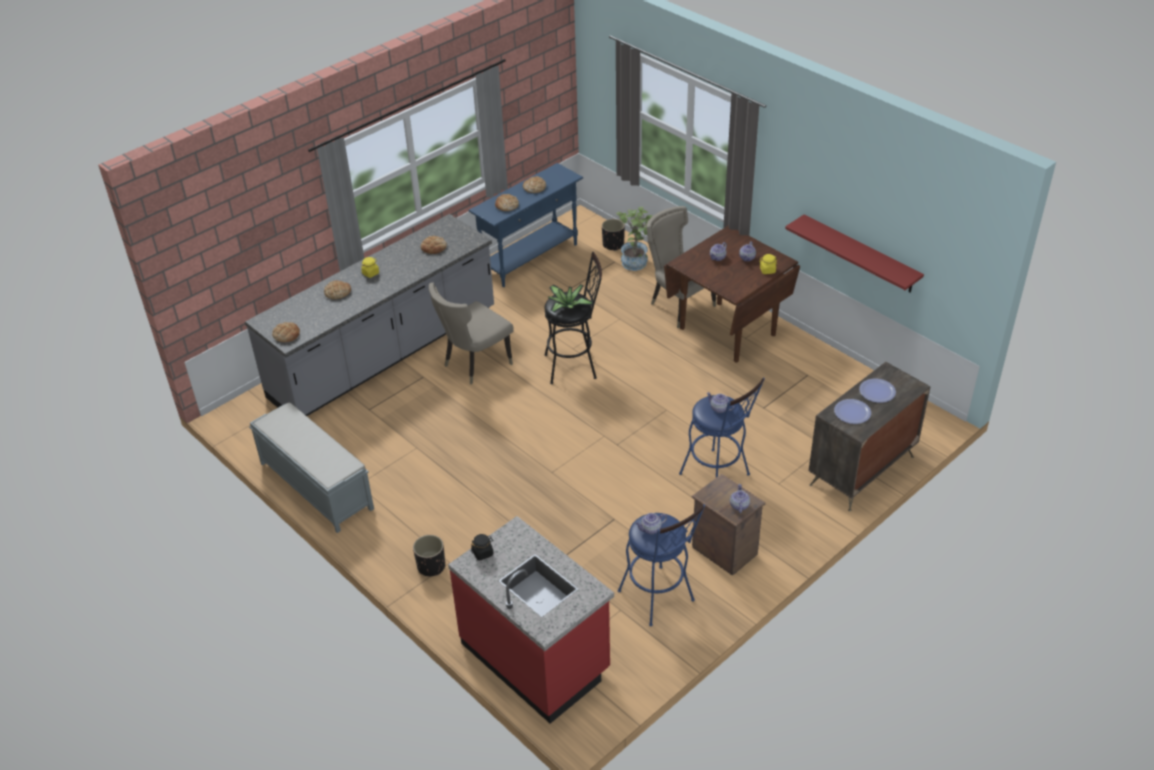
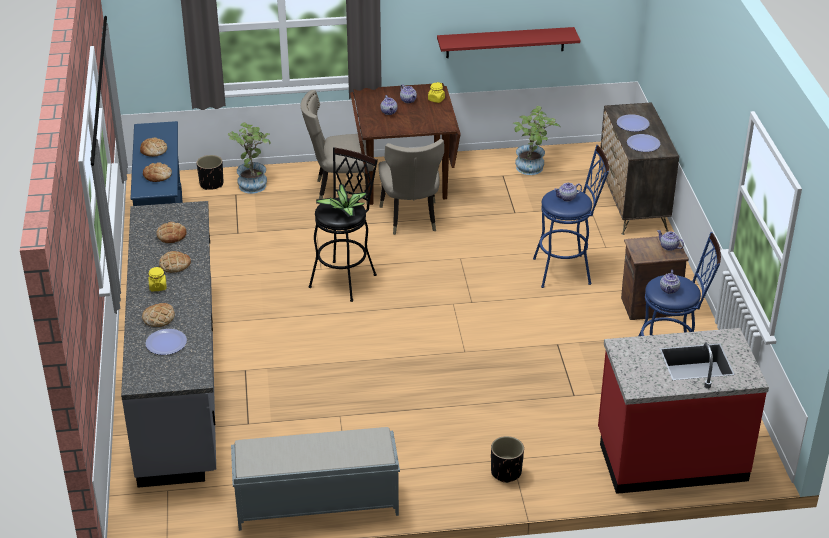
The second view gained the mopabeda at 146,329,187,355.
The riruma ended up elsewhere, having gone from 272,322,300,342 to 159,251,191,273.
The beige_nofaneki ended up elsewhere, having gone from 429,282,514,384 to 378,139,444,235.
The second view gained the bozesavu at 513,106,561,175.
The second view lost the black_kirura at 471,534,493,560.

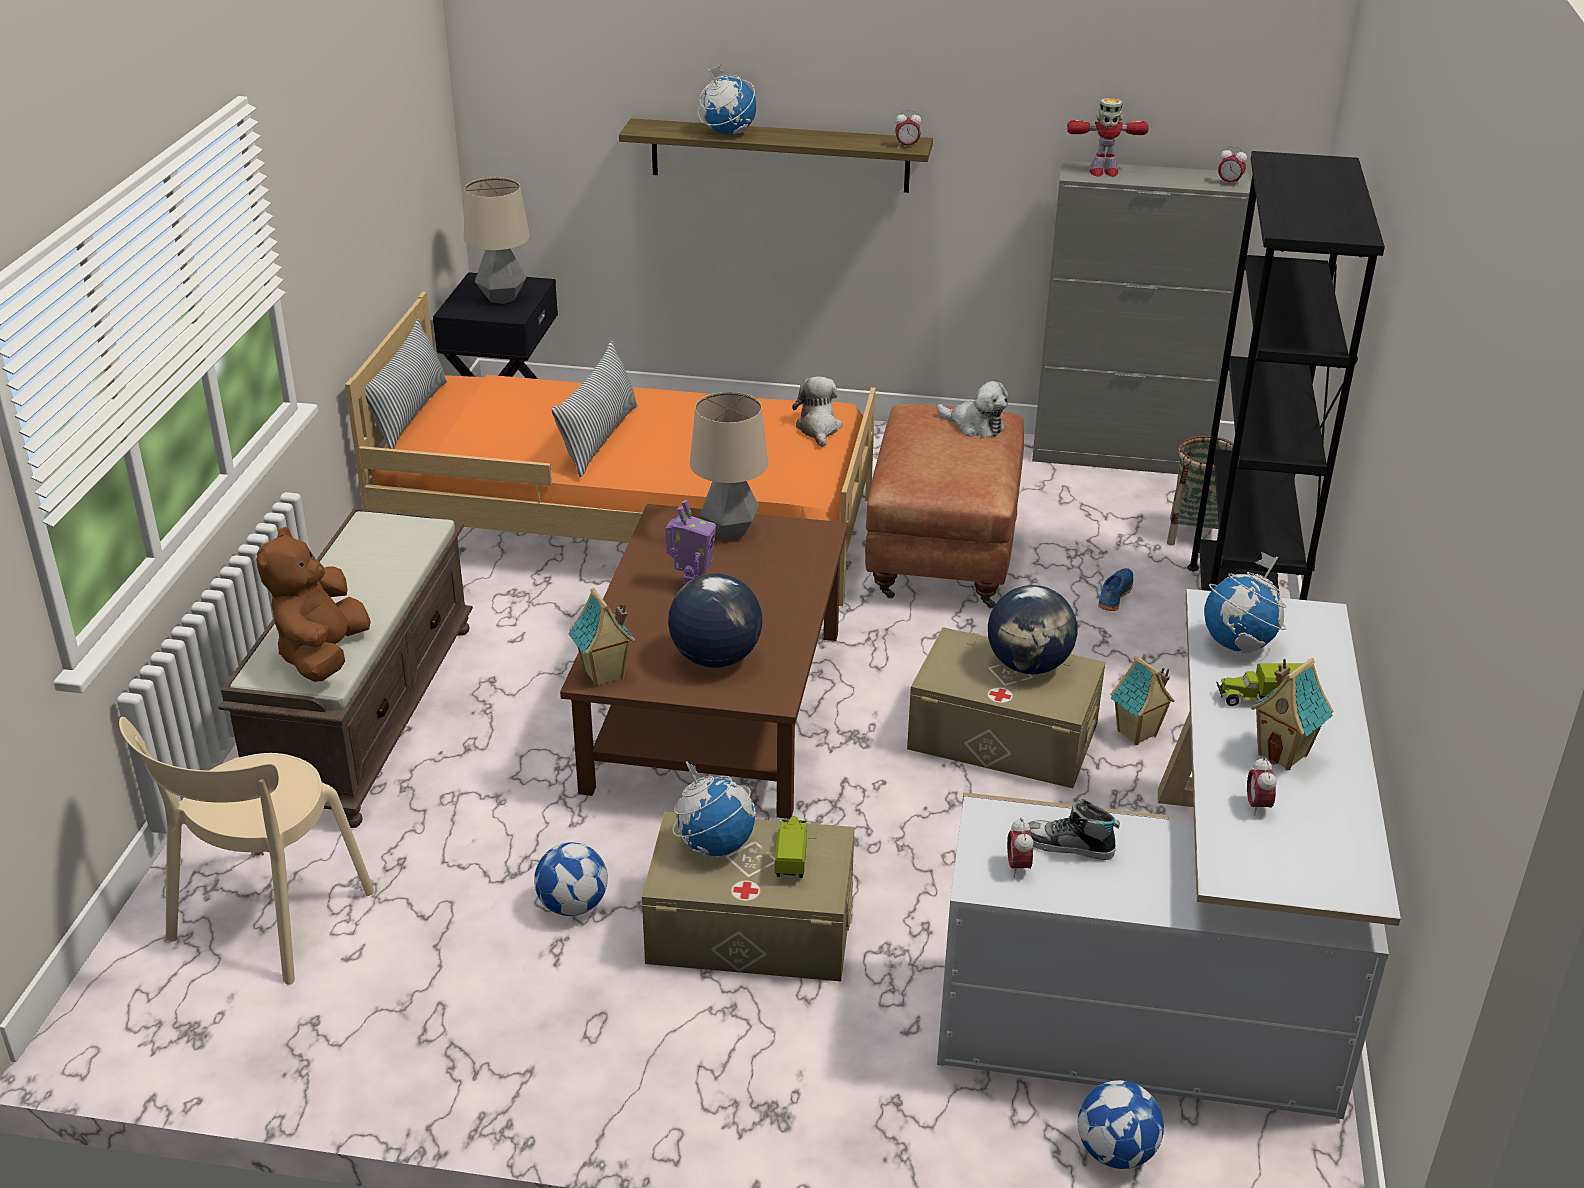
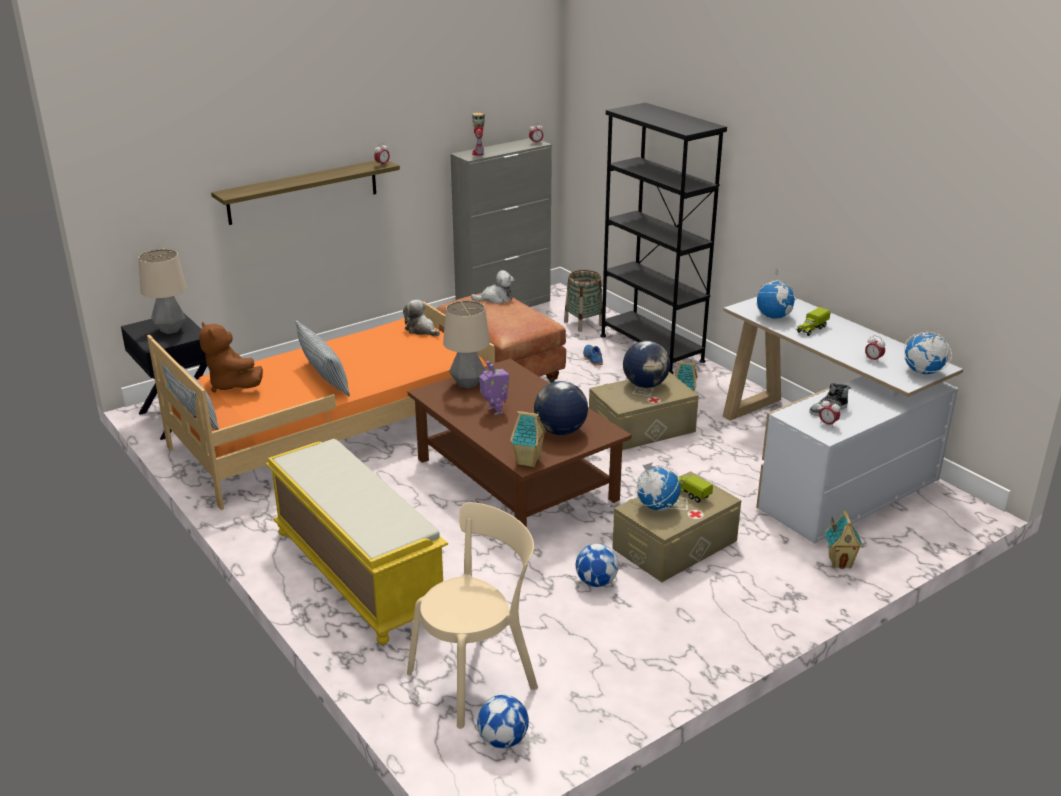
The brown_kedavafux ended up elsewhere, having gone from 256,527,371,682 to 199,321,263,392.
What was the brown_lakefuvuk at 218,507,473,828 turned into the yellow_lakefuvuk at 266,439,448,645.
The beige_nofaneki at 119,717,375,985 ended up facing another way, 105 degrees counterclockwise from before.
The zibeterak at 1067,98,1149,177 ended up facing another way, 135 degrees clockwise from before.
The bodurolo ended up elsewhere, having gone from 1078,1080,1164,1169 to 477,695,529,748.
The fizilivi ended up elsewhere, having gone from 1251,658,1333,770 to 825,510,864,569.
The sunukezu ended up elsewhere, having gone from 698,65,756,135 to 904,332,952,374.

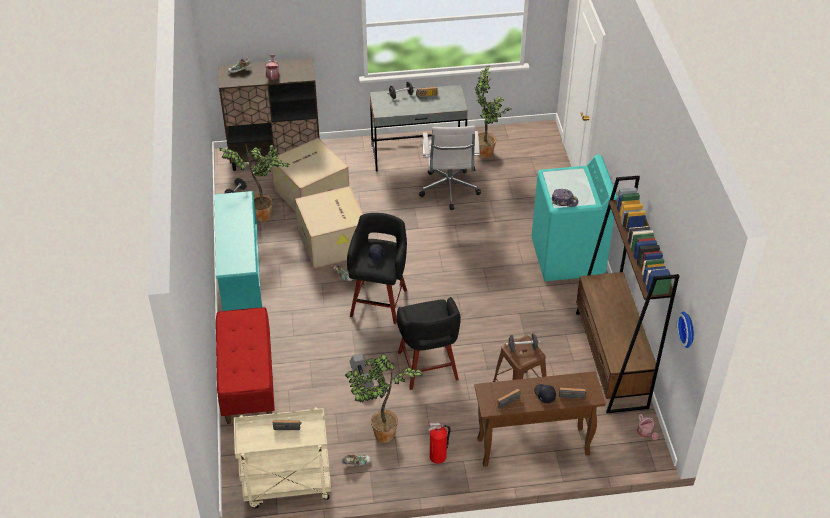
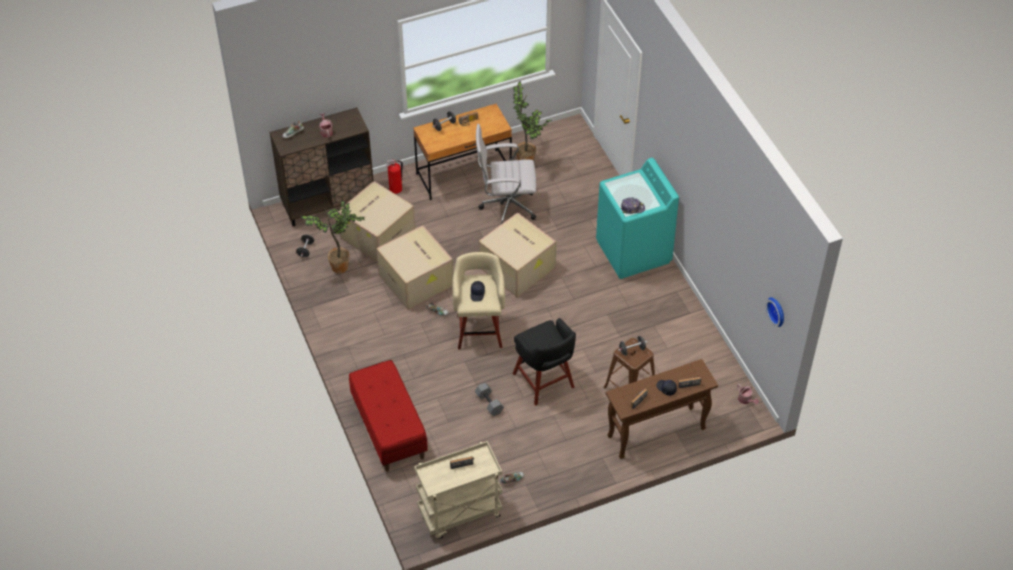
The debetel ended up elsewhere, having gone from 428,422,451,464 to 386,159,403,194.
What was the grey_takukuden at 370,85,468,172 turned into the brown_takukuden at 413,104,512,200.
What was the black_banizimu at 347,213,407,324 turned into the beige_banizimu at 452,252,505,349.
The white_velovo at 419,126,481,210 ended up facing another way, 105 degrees clockwise from before.
The second view gained the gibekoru at 479,212,556,297.
The second view lost the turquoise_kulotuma at 214,191,262,311.
The second view lost the bozesavu at 345,353,423,443.
The second view lost the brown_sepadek at 576,176,679,413.

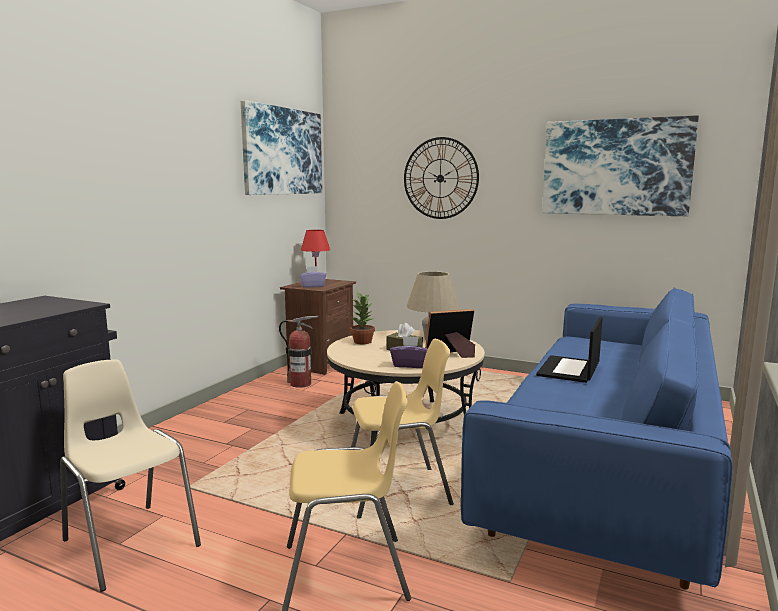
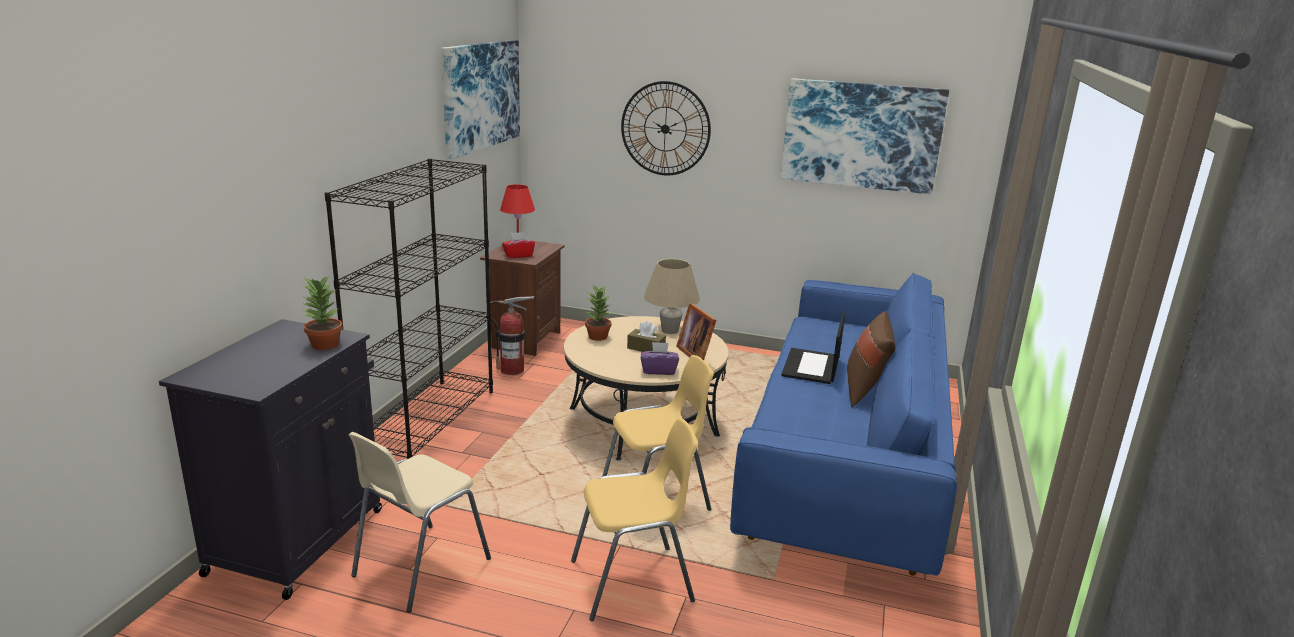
The second view gained the bozesavu at 302,276,343,350.
The second view gained the black_sepadek at 324,158,493,459.
The beige_nofaneki at 60,359,201,592 ended up facing another way, 90 degrees counterclockwise from before.
What was the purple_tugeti at 299,266,326,288 turned into the red_tugeti at 502,232,535,258.
The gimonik at 425,309,475,358 ended up facing another way, 90 degrees counterclockwise from before.
The second view gained the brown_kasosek at 847,311,895,407.

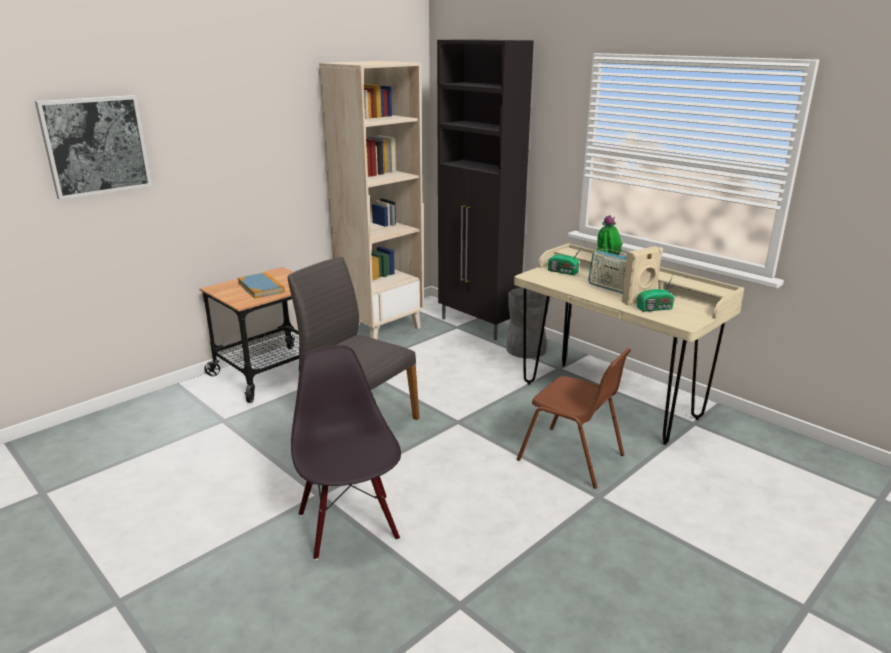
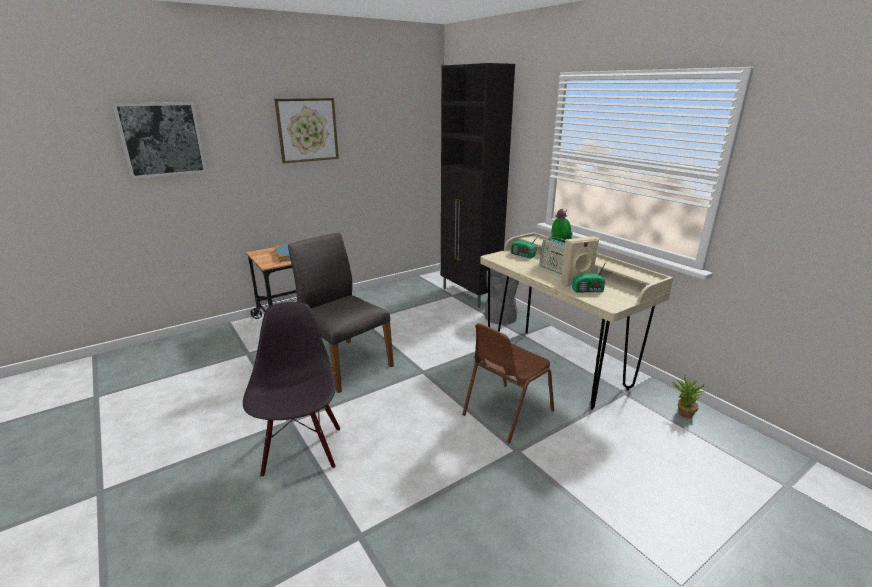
The second view gained the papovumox at 274,98,339,163.
The brown_nofaneki at 517,348,631,489 ended up facing another way, 90 degrees clockwise from before.
The second view gained the bozesavu at 673,375,706,418.
The second view lost the beige_sepadek at 319,61,424,339.

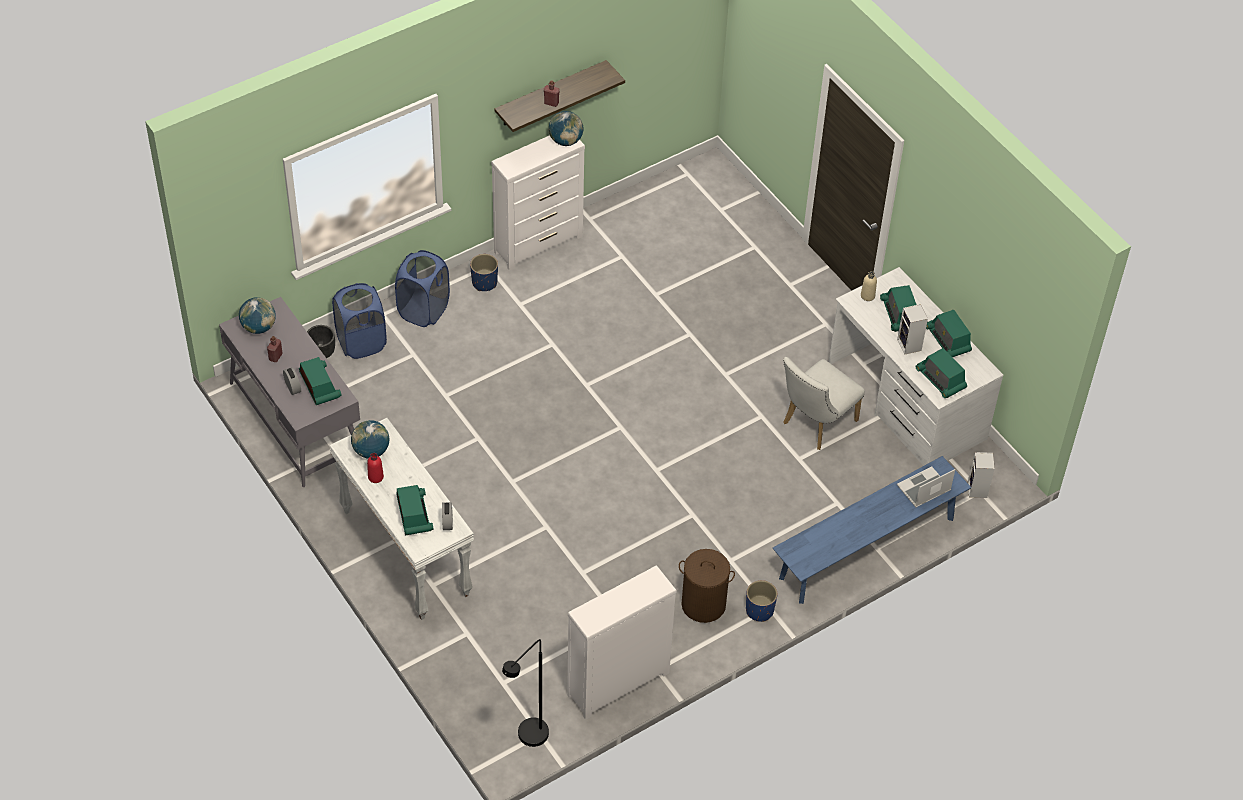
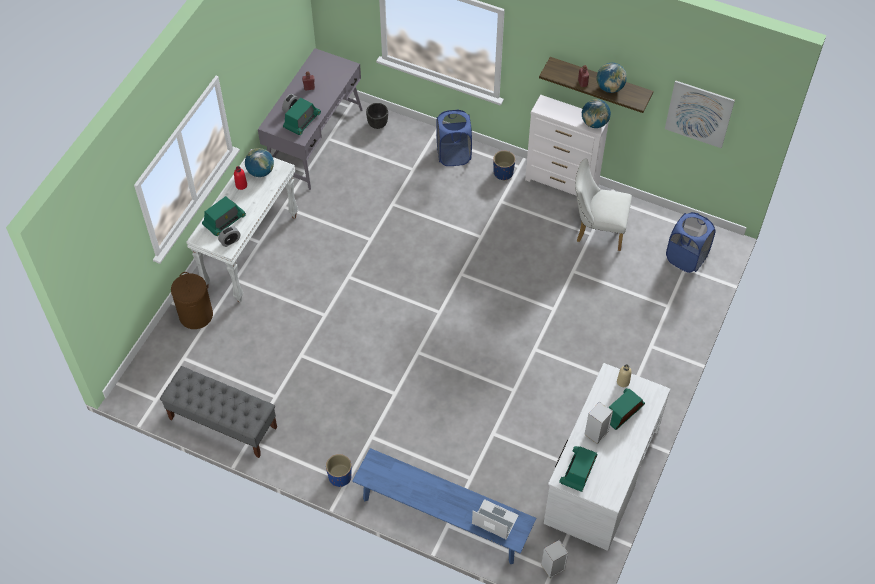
Where the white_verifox stood at 567,565,677,720, the grey_lakefuvuk came to stand at 160,366,277,458.
The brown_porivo ended up elsewhere, having gone from 679,549,735,623 to 171,272,213,329.
The white_nofaneki ended up elsewhere, having gone from 783,357,865,450 to 575,158,632,251.
The sunukezu ended up elsewhere, having gone from 239,297,276,334 to 596,63,627,93.
The second view gained the papovumox at 665,80,735,148.
The blue_porivo ended up elsewhere, having gone from 332,283,387,359 to 666,212,716,273.
The second view lost the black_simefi at 502,639,549,747.
The second view lost the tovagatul at 926,310,972,357.

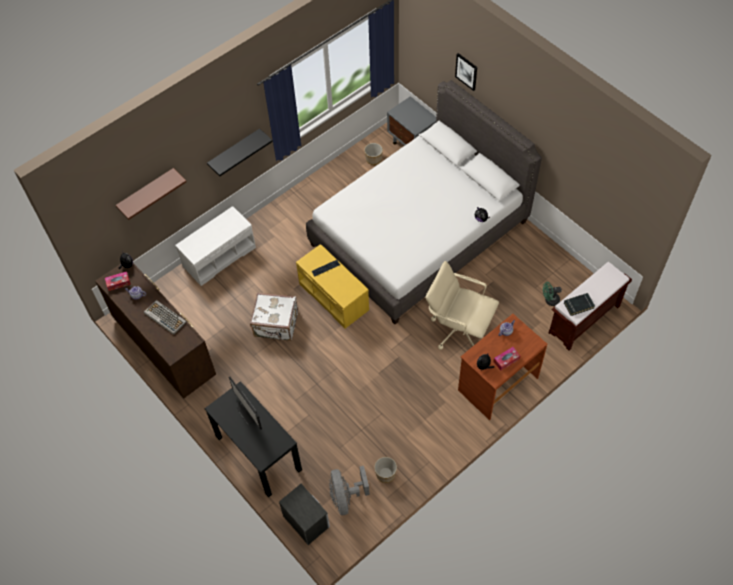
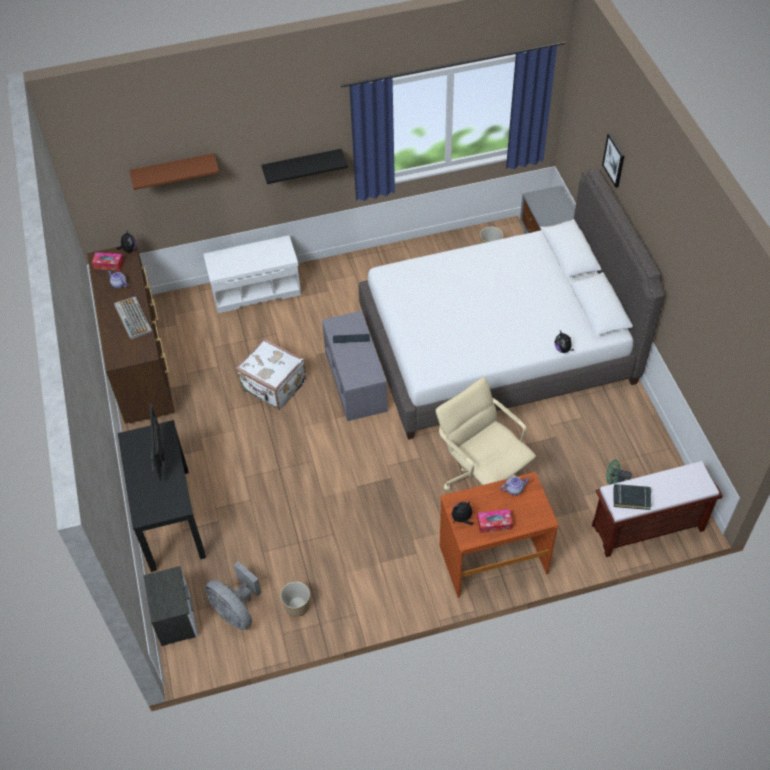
The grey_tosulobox at 329,466,370,515 ended up facing another way, 60 degrees counterclockwise from before.
What was the yellow_lakefuvuk at 296,244,369,329 turned into the grey_lakefuvuk at 322,311,388,421.

